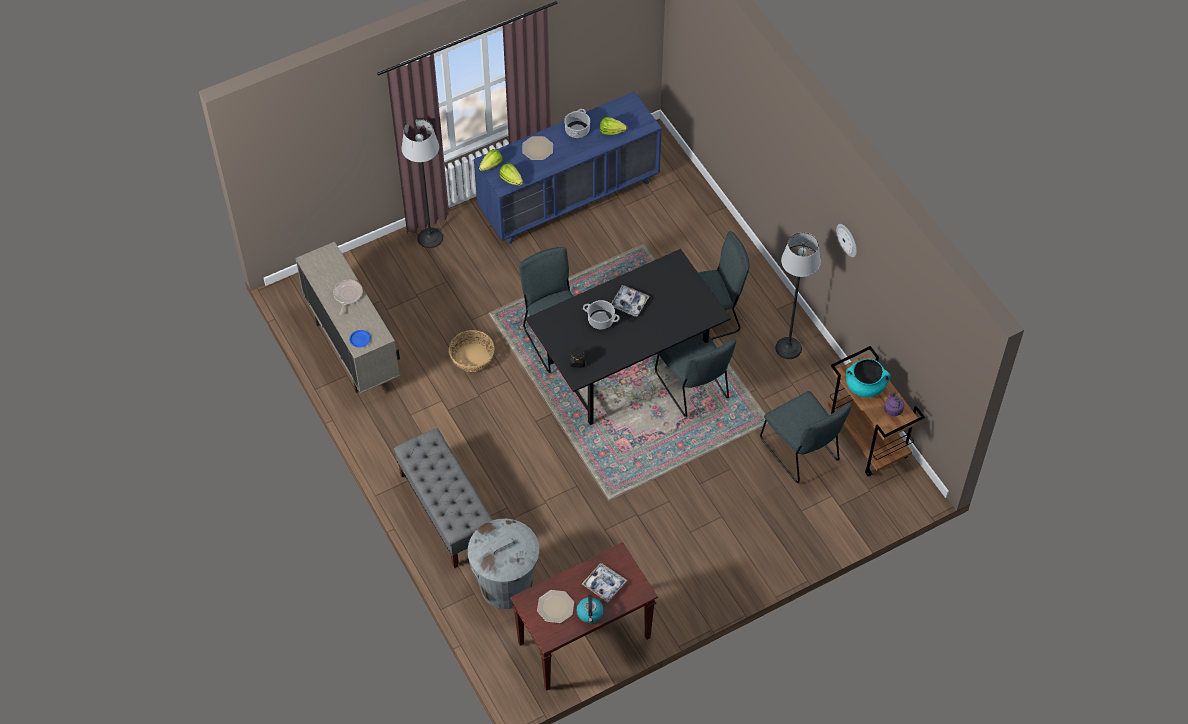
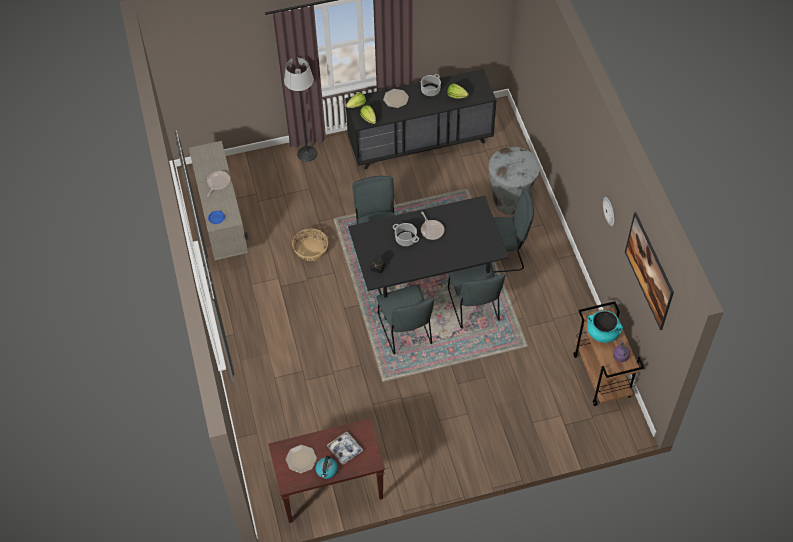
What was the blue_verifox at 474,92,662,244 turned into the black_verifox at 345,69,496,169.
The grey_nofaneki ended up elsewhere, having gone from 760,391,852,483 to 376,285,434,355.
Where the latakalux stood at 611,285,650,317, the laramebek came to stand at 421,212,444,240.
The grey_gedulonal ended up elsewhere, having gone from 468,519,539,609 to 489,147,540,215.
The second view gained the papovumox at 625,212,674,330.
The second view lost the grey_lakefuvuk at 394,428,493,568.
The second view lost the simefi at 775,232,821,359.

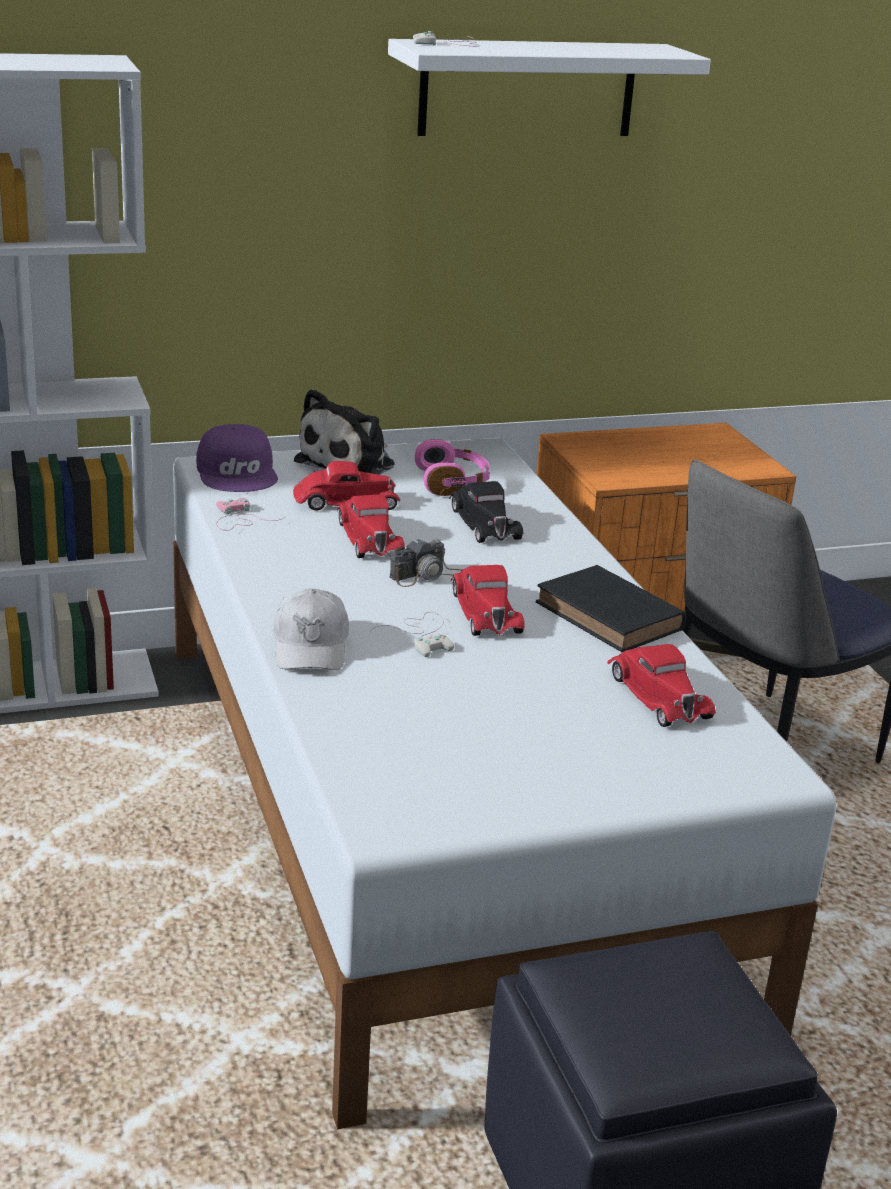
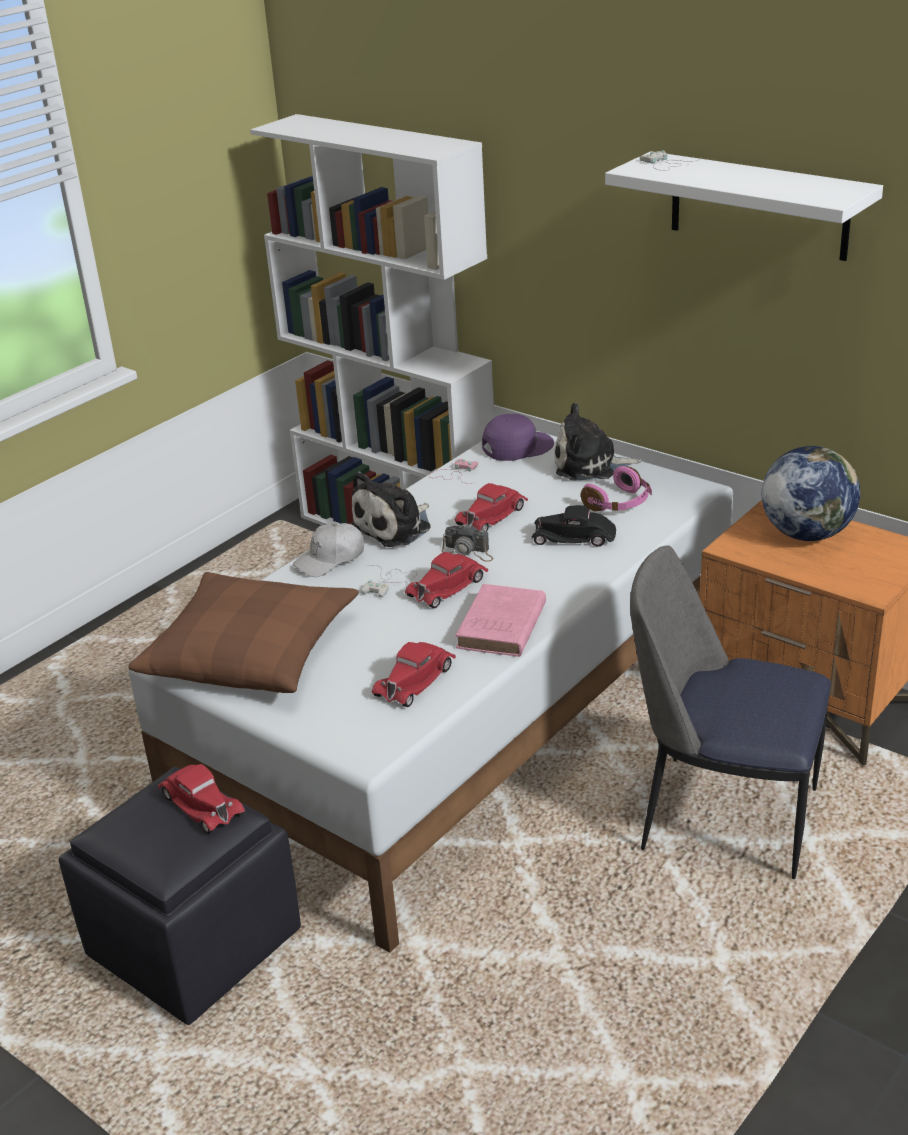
The second view gained the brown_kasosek at 128,572,359,693.
The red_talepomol ended up elsewhere, having gone from 293,461,400,510 to 158,764,245,834.
The second view gained the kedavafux at 351,471,431,547.
What was the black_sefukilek at 536,565,686,652 turned into the pink_sefukilek at 455,584,546,657.
The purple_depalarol at 196,424,278,492 ended up facing another way, 150 degrees counterclockwise from before.
The black_talepomol at 449,481,524,543 ended up facing another way, 60 degrees clockwise from before.
The second view gained the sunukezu at 762,446,860,541.

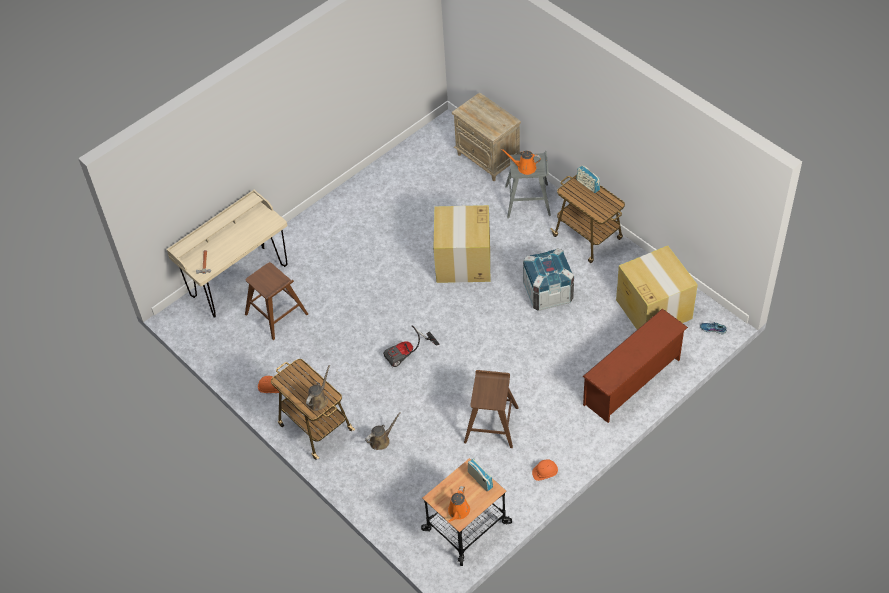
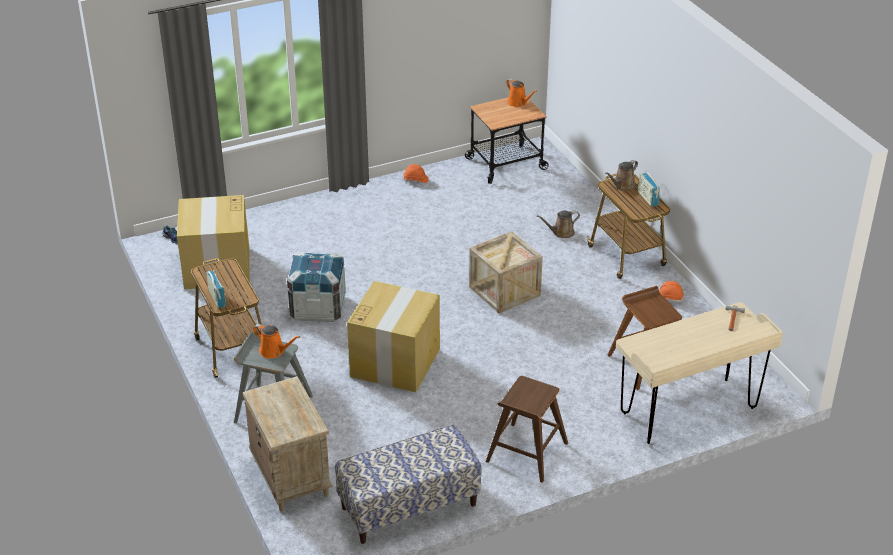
The second view gained the lakefuvuk at 335,425,482,544.
Where the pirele stood at 383,325,439,367, the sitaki came to stand at 469,231,543,313.
The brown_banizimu ended up elsewhere, having gone from 464,370,518,448 to 486,376,568,483.
The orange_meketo at 448,486,470,524 ended up facing another way, 105 degrees clockwise from before.
The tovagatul ended up elsewhere, having gone from 468,458,493,491 to 637,171,660,207.
The second view lost the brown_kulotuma at 583,308,688,423.

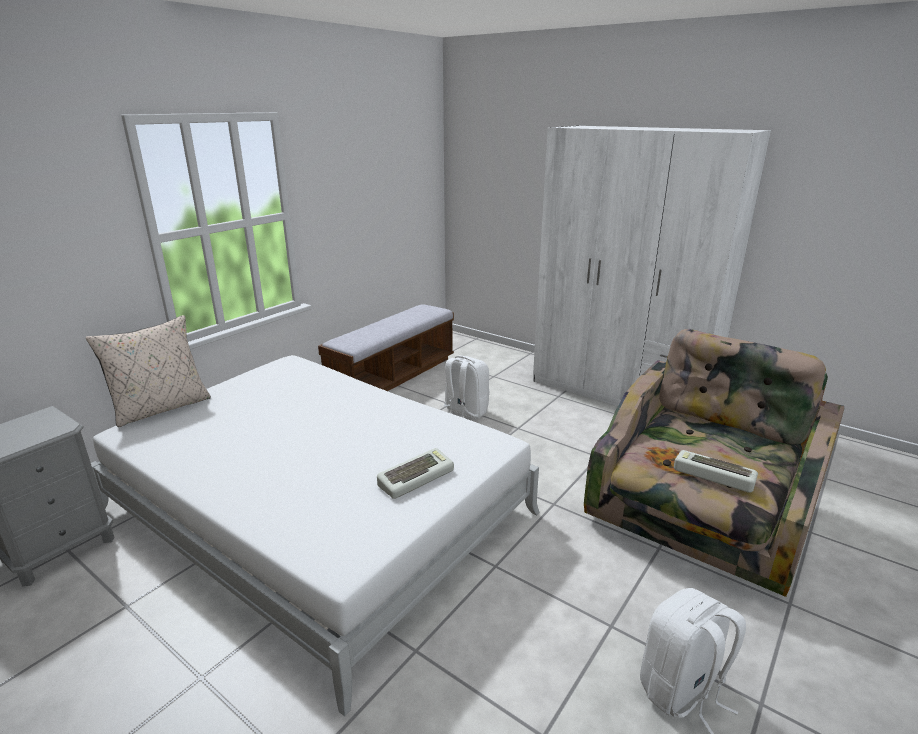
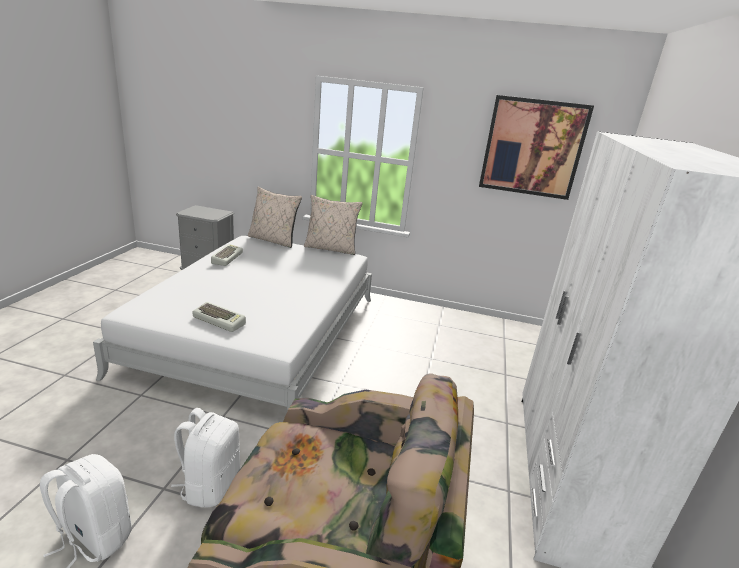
The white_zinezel ended up elsewhere, having gone from 444,355,490,419 to 171,408,240,508.
The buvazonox ended up elsewhere, having gone from 674,450,758,493 to 211,244,243,266.
The second view gained the beige_kasosek at 304,195,362,255.
The second view gained the papovumox at 479,95,594,200.
The second view lost the lakefuvuk at 318,304,454,391.

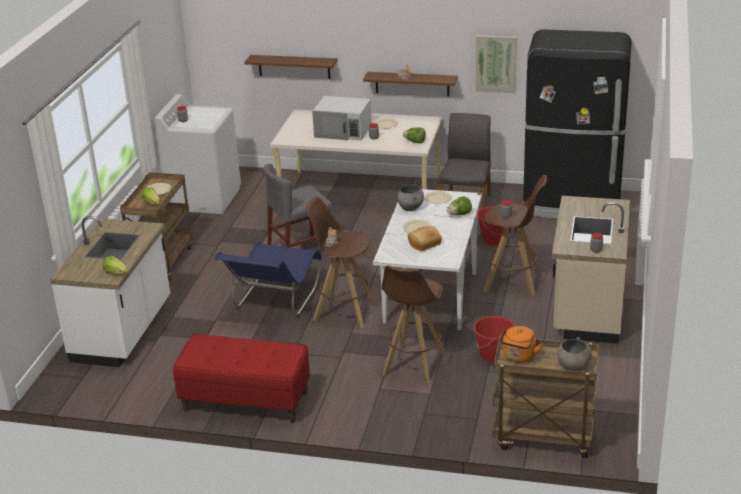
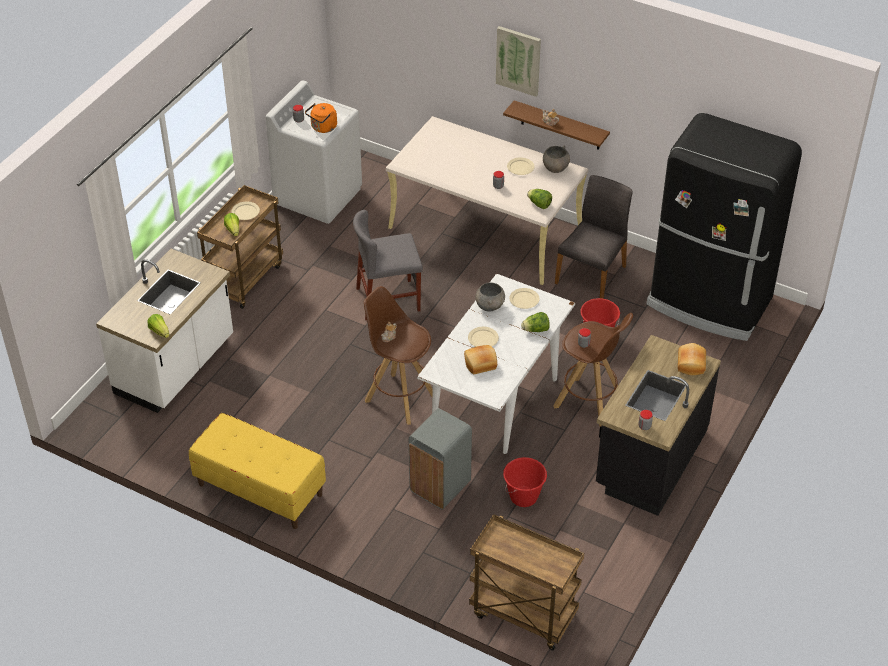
What was the red_lakefuvuk at 173,334,310,423 turned into the yellow_lakefuvuk at 189,413,326,529.
The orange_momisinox ended up elsewhere, having gone from 499,326,542,363 to 305,103,338,133.
Where the brown_banizimu stood at 382,265,446,384, the grey_gedulonal came to stand at 409,408,472,510.
The papovumox ended up elsewhere, having gone from 476,35,517,93 to 496,26,541,97.
The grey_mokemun ended up elsewhere, having gone from 557,337,592,371 to 543,146,570,173.
What was the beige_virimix at 552,196,630,344 turned into the black_virimix at 596,335,721,516.
The second view gained the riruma at 678,343,706,375.
The second view lost the blue_nofaneki at 214,242,322,316.
The second view lost the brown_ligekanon at 244,55,337,79.
The second view lost the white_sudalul at 312,96,371,141.

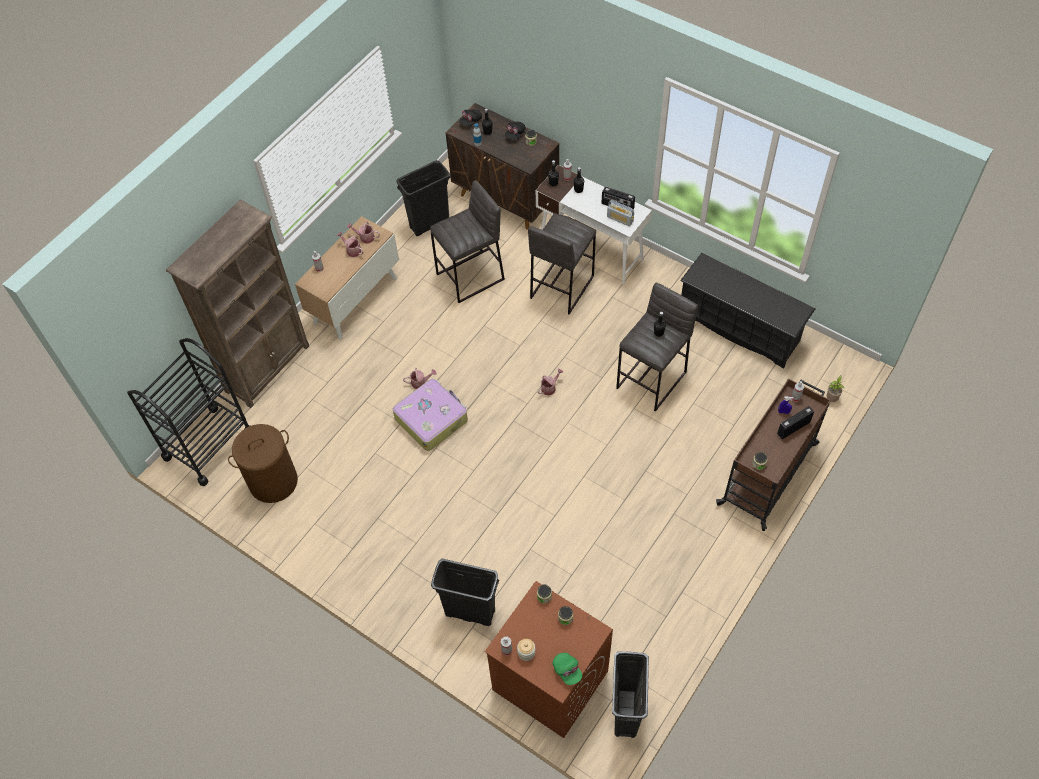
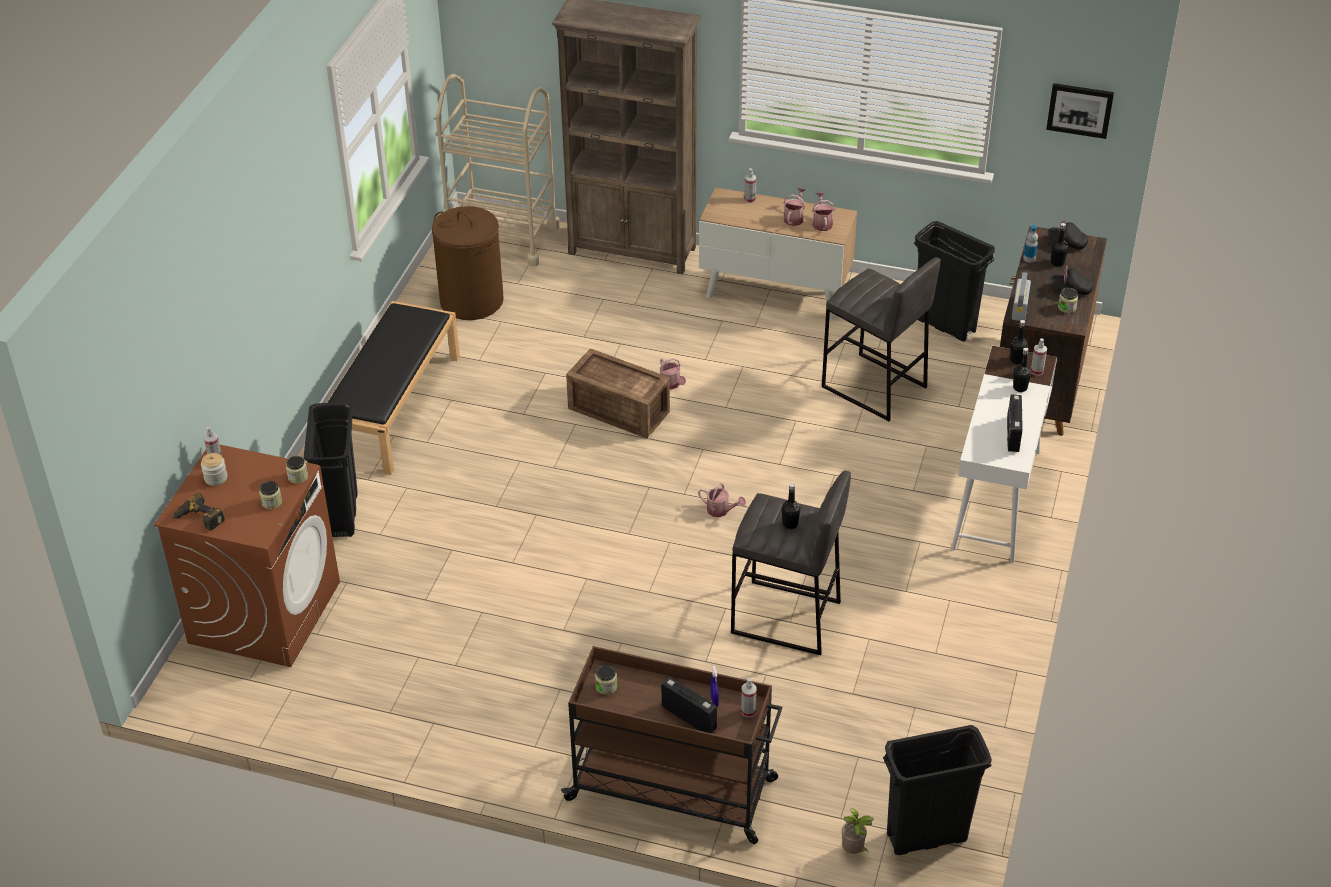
Where the green_depalarol stood at 553,653,582,685, the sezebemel came to stand at 172,493,225,530.
The second view gained the black_lakefuvuk at 327,301,460,475.
What was the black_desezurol at 127,338,250,486 turned into the beige_desezurol at 436,74,560,267.
Where the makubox stood at 393,379,468,451, the sitaki came to stand at 566,349,670,438.
The black_gedulonal ended up elsewhere, having gone from 612,651,649,738 to 883,725,992,855.
The tovagatul ended up elsewhere, having gone from 607,200,634,226 to 1012,272,1031,321.
The second view gained the papovumox at 1046,83,1114,139.
The second view lost the grey_banizimu at 528,213,596,315.
The second view lost the black_kulotuma at 680,253,816,369.

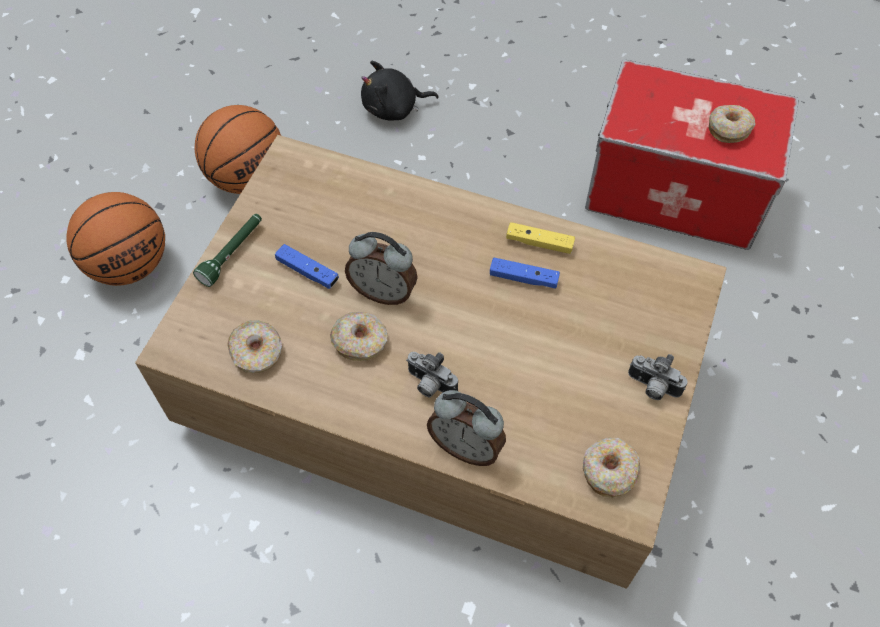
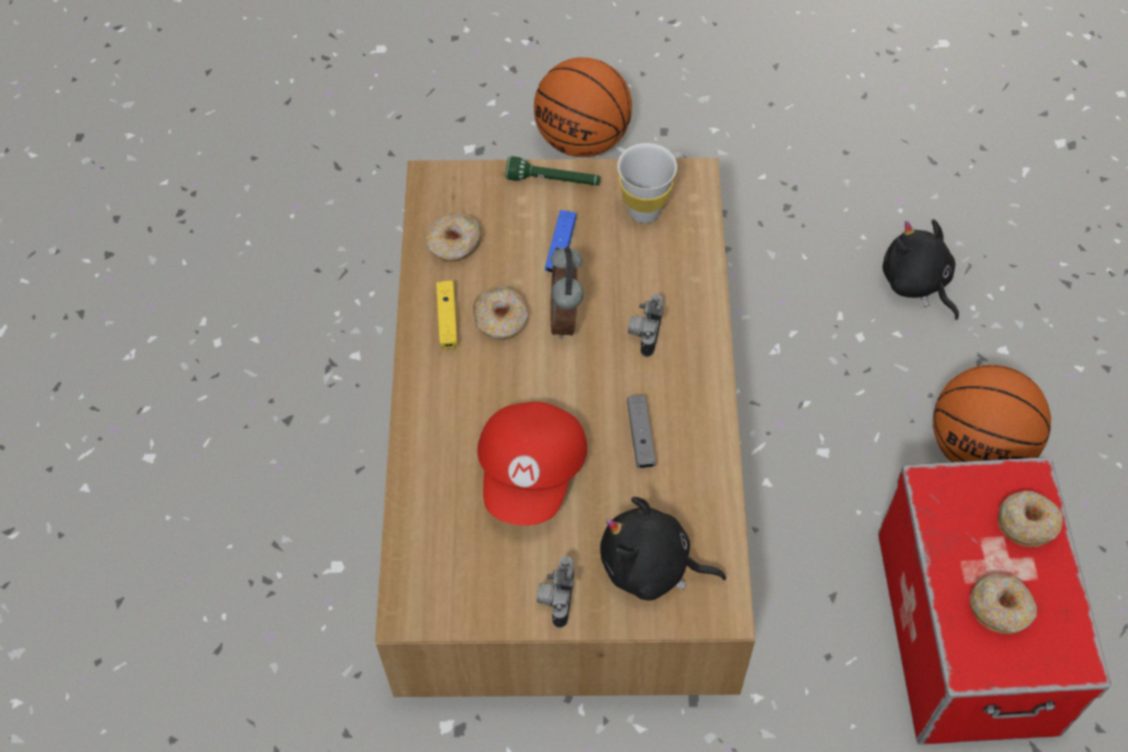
The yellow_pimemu ended up elsewhere, having gone from 506,222,575,254 to 436,281,458,350.
The second view gained the red_depalarol at 477,402,587,526.
The second view gained the black_kedavafux at 600,497,726,601.
The second view gained the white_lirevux at 617,143,677,223.
What was the blue_pimemu at 490,258,560,289 turned into the grey_pimemu at 627,395,656,469.
The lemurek ended up elsewhere, having gone from 406,352,458,398 to 628,294,663,357.
The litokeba ended up elsewhere, having gone from 195,105,281,194 to 933,365,1051,462.
The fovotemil ended up elsewhere, having gone from 583,438,640,498 to 998,491,1063,547.
The second view lost the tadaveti at 427,390,506,466.

